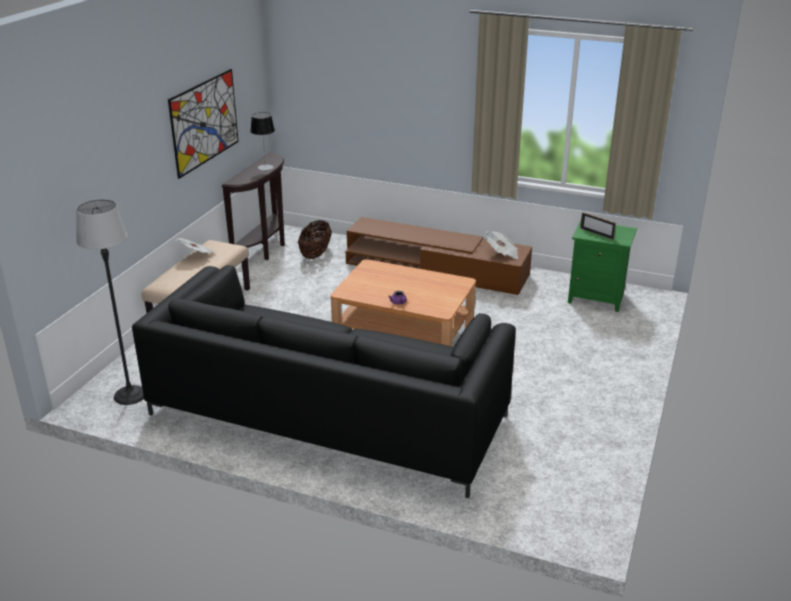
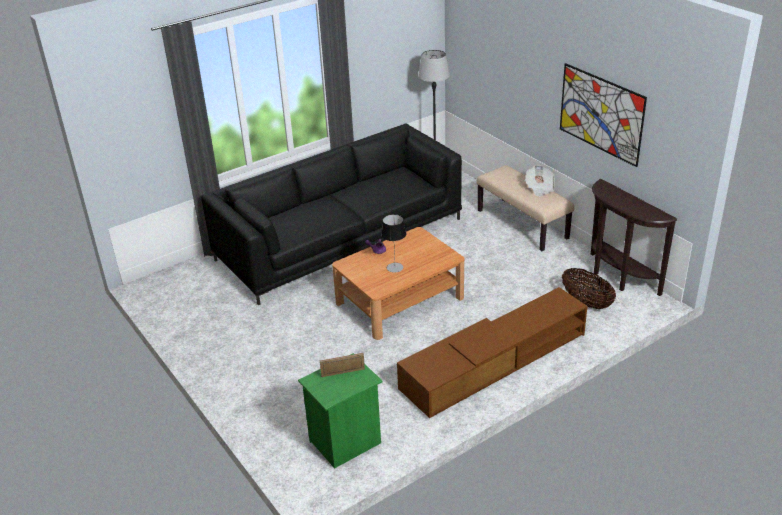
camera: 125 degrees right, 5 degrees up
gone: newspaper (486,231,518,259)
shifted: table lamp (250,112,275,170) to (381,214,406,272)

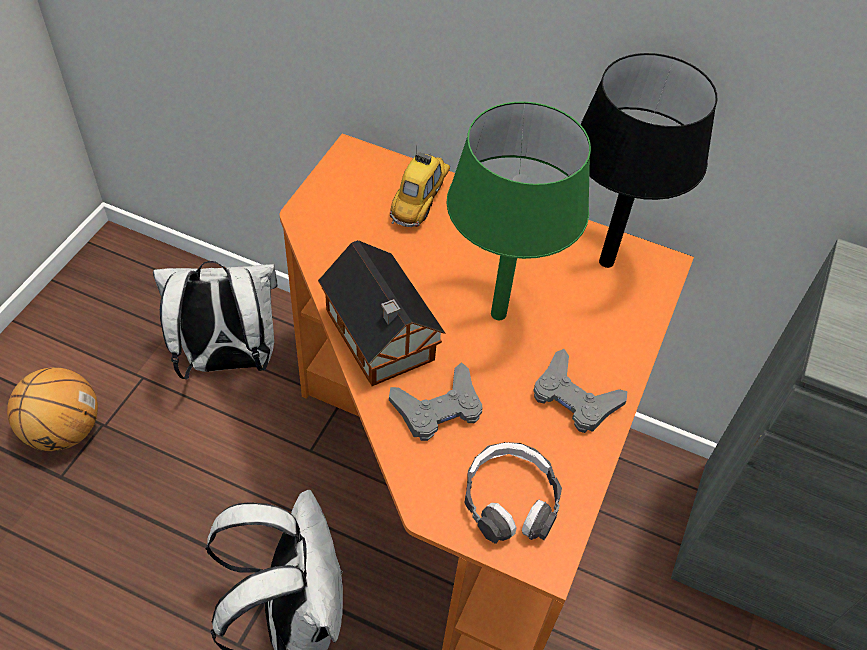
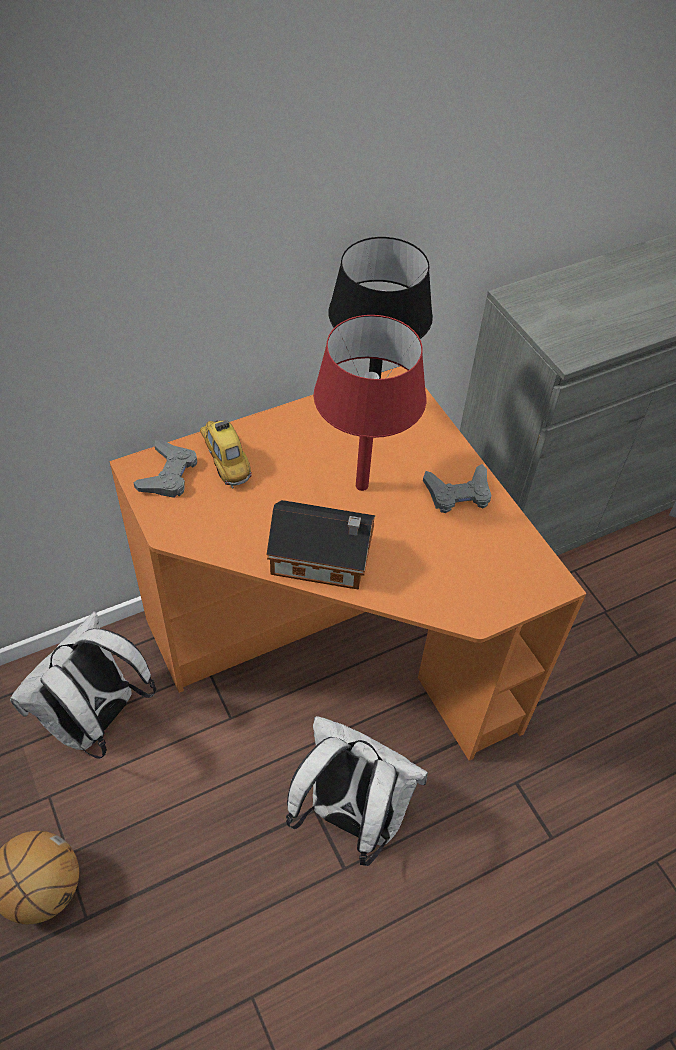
camera: 50 degrees left, 0 degrees up
gone: headphones (464,442,562,544)
shifted: greyish joypad (389,362,482,441) to (134,440,197,498)
repainted: green table lamp (446,102,591,320) to red-coloured table lamp (314,315,426,491)

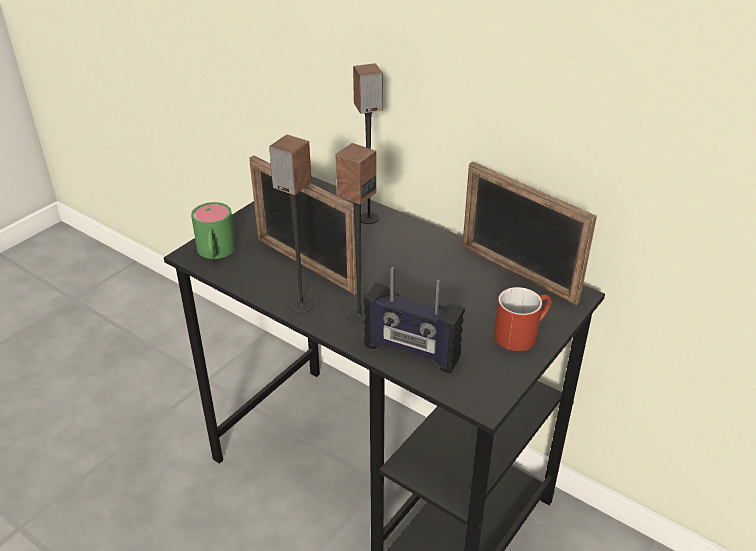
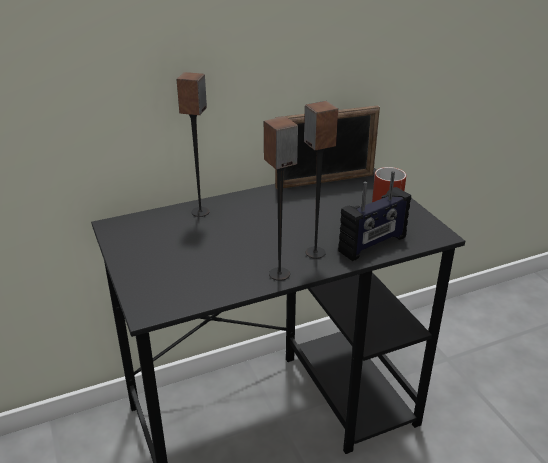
camera: 60 degrees left, 5 degrees down
gone: picture frame (250,156,357,295); green tea mug (191,202,236,259)

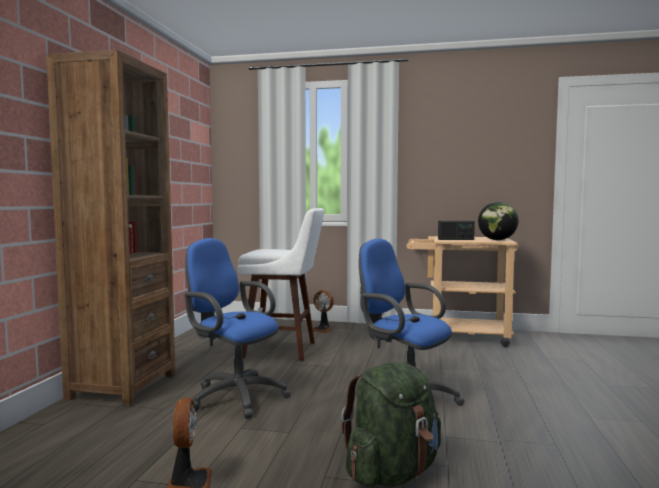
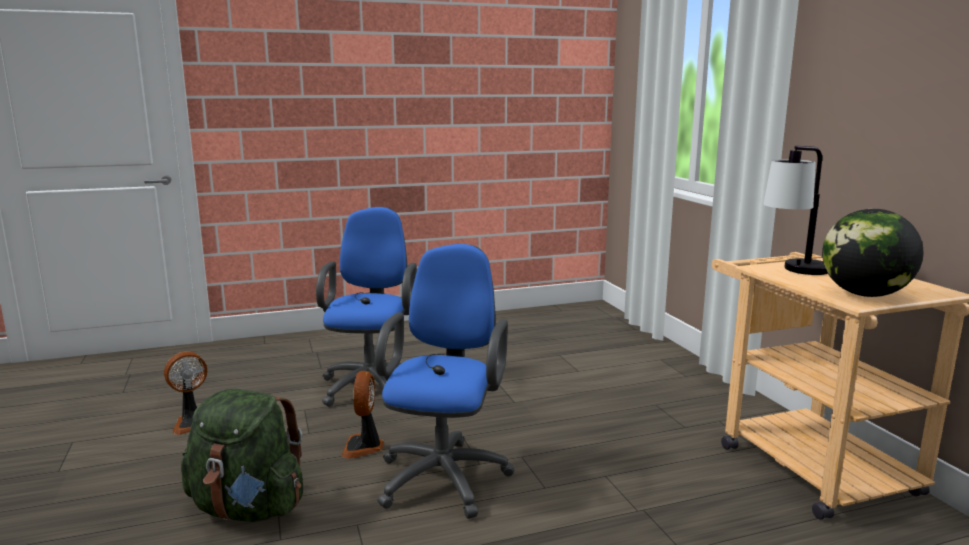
camera: 60 degrees right, 10 degrees up
gone: brown shelving unit (46,50,175,406); white-coloured stool (237,208,324,361)
shifted: electric fan (313,290,334,333) to (341,371,384,459)
swapped: radio receiver (438,221,475,240) to table lamp (763,146,828,275)

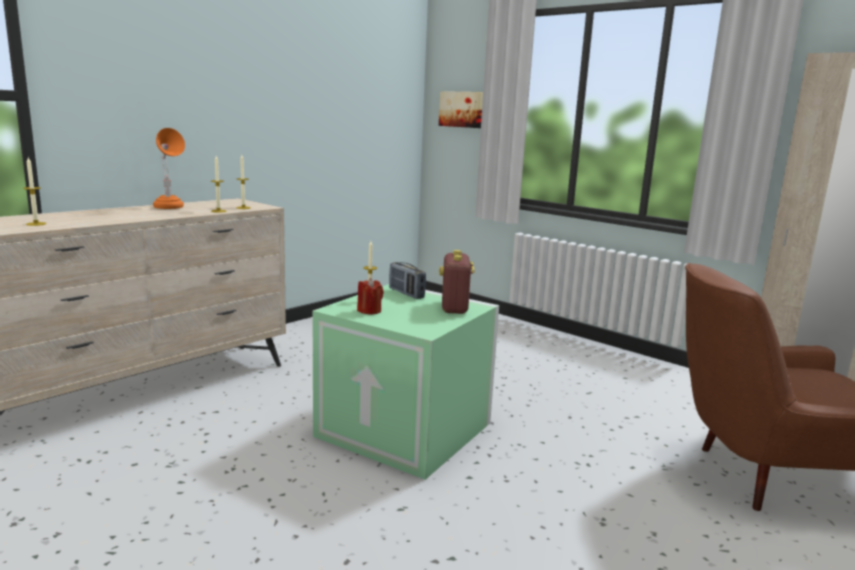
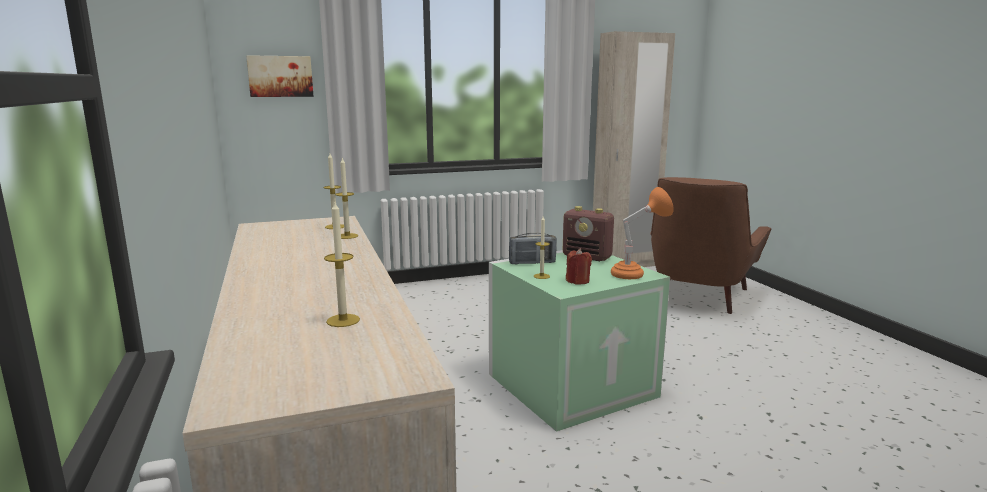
camera: 60 degrees left, 0 degrees up
shifted: orange-coloured table lamp (153,128,185,209) to (611,187,674,279)

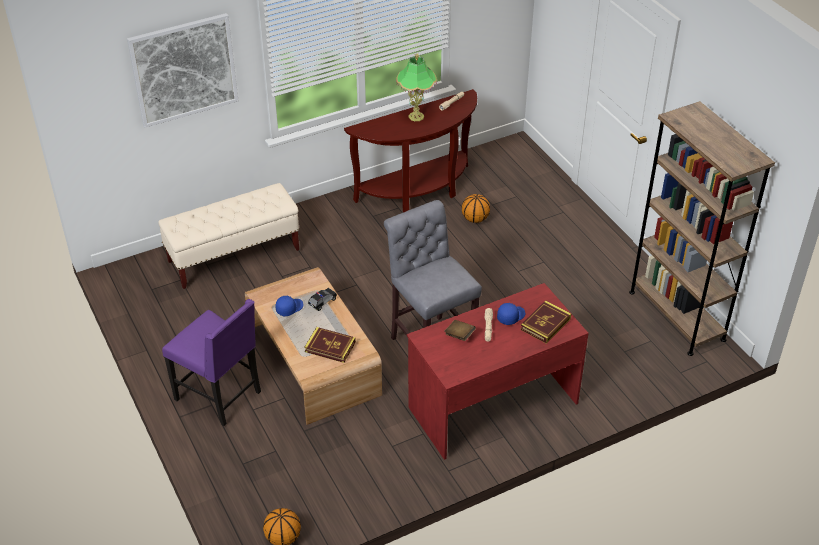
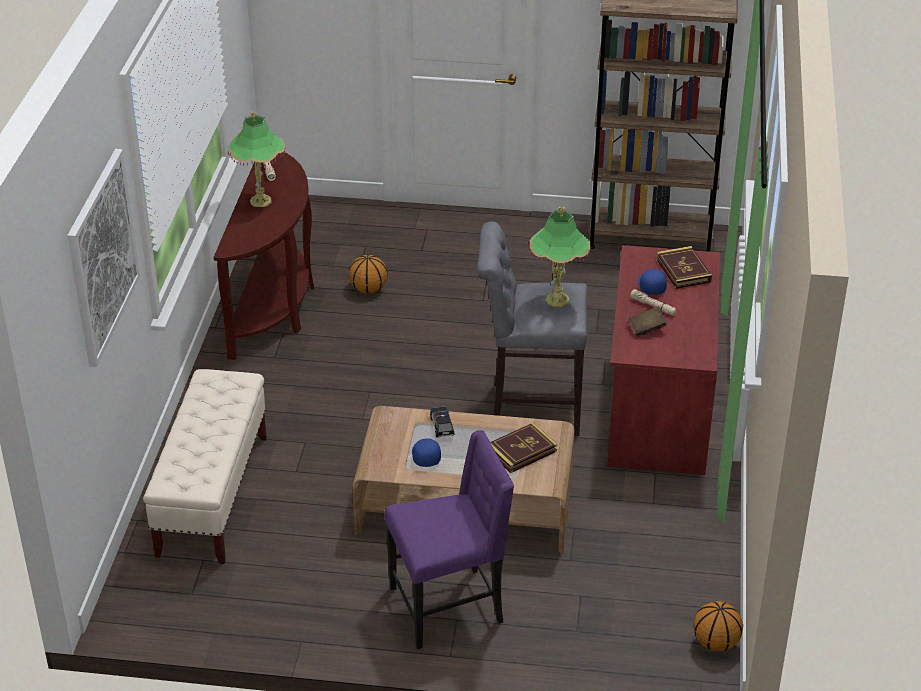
camera: 55 degrees left, 5 degrees down
new: table lamp (529,207,591,307)

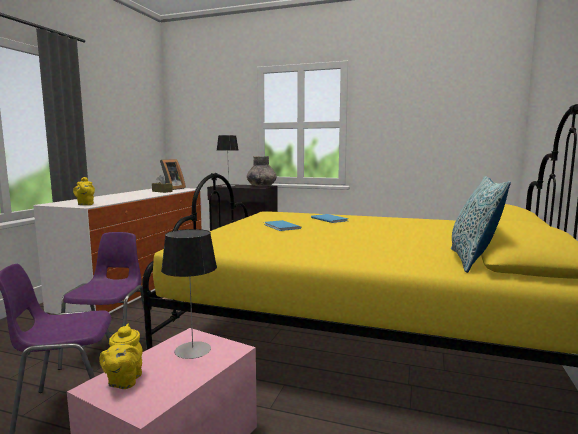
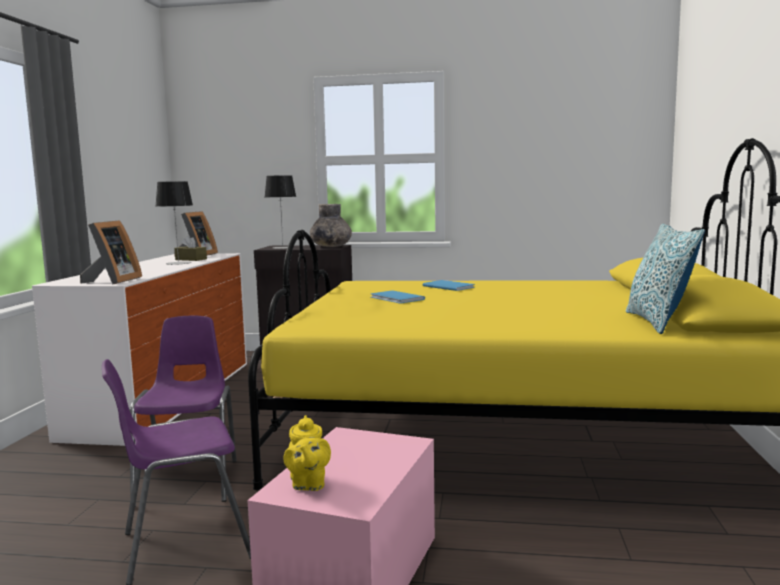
camera: 10 degrees left, 0 degrees up
shifted: table lamp (161,229,217,359) to (156,181,193,265)
swapped: yellow teapot (73,177,95,205) to picture frame (80,220,142,284)

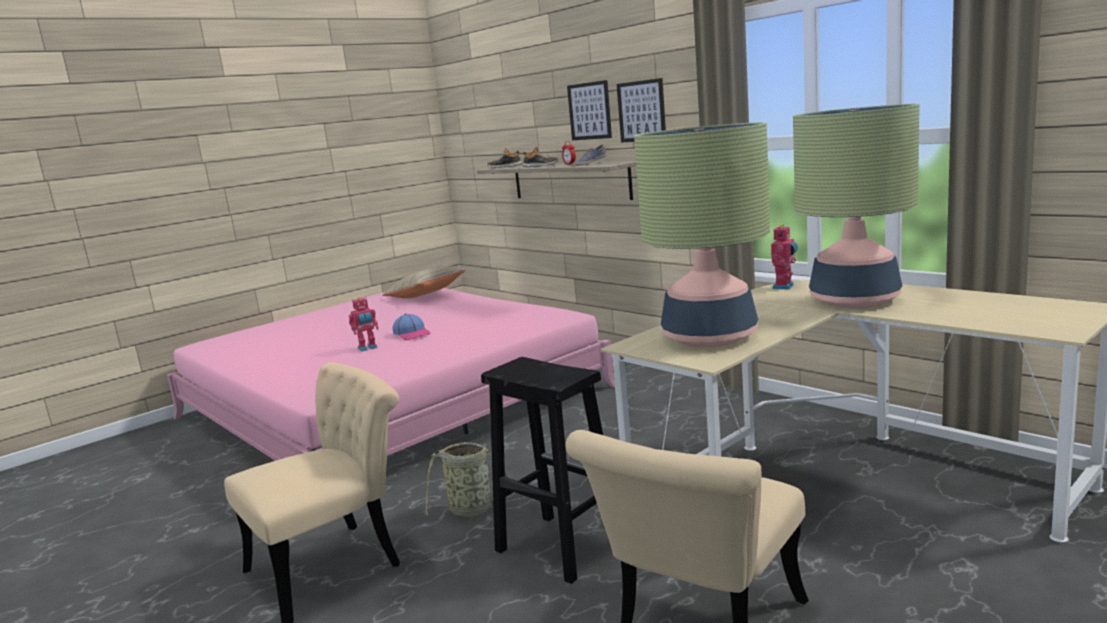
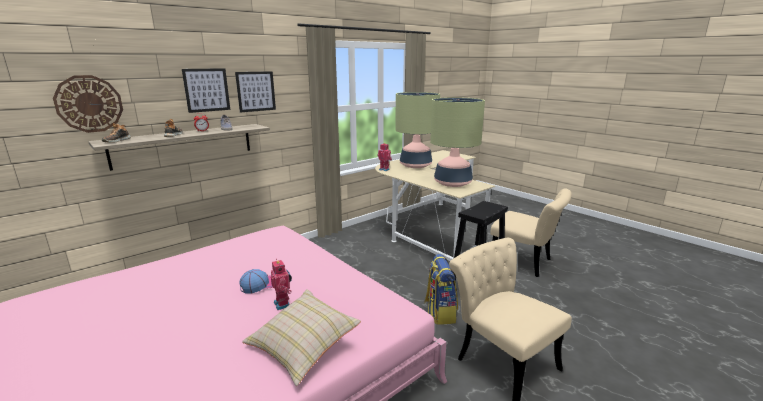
camera: 90 degrees left, 5 degrees up
new: clock on the wall (53,75,123,133)
shifted: beige throw pillow (382,266,466,298) to (242,289,361,386)
swapped: storage basket (425,442,526,517) to rucksack (424,254,458,325)

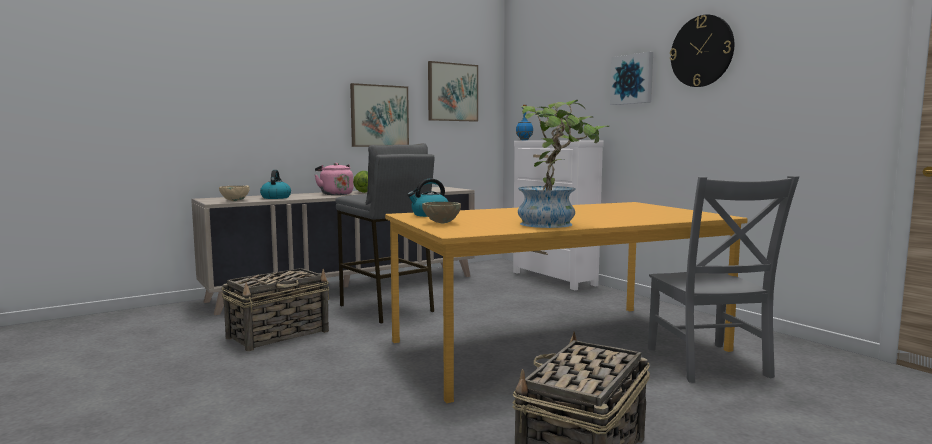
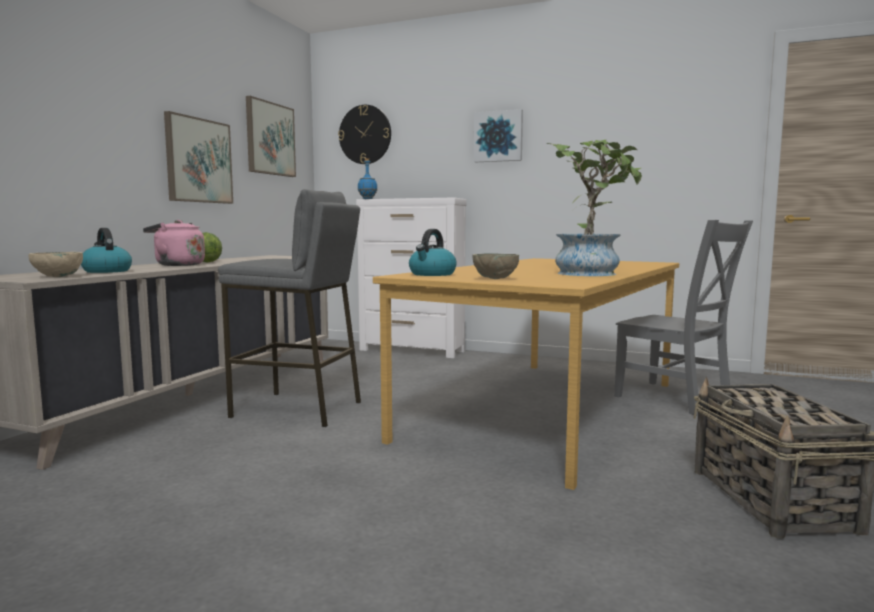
camera: 35 degrees left, 0 degrees up
gone: storage basket (221,268,329,351)
shifted: clock on the wall (670,14,734,87) to (338,105,391,164)

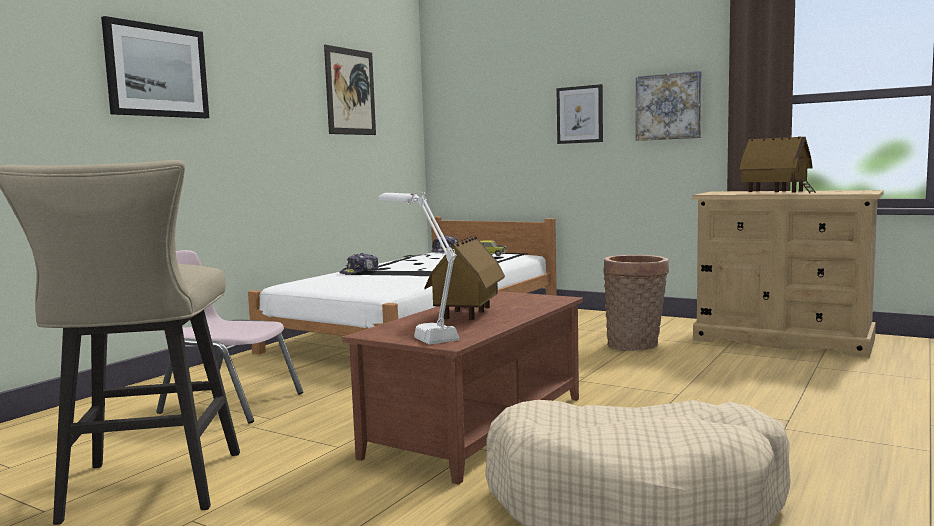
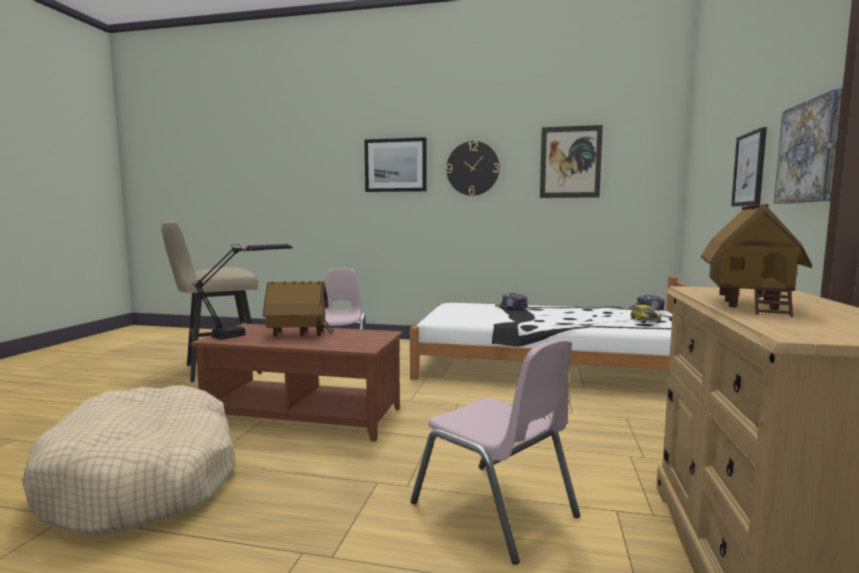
camera: 70 degrees right, 0 degrees up
gone: storage basket (603,255,669,351)
new: clock on the wall (446,141,500,196); pink-coloured chair (410,338,580,565)
repainted: white-coloured table lamp (378,192,460,345) to black table lamp (193,244,293,340)

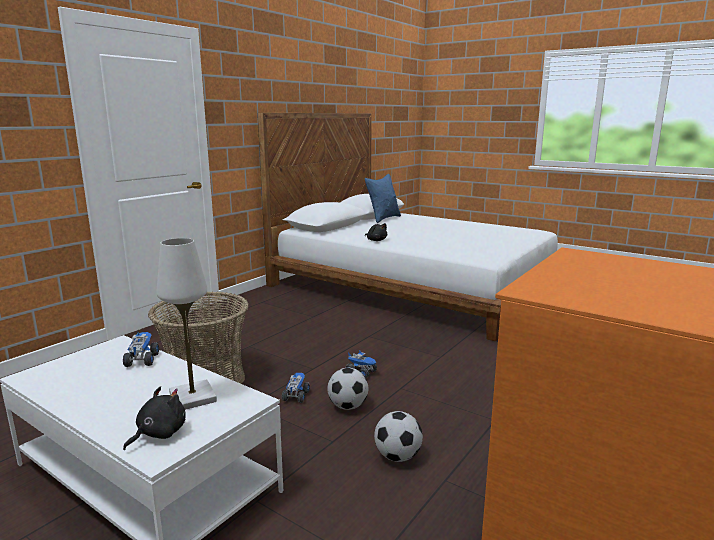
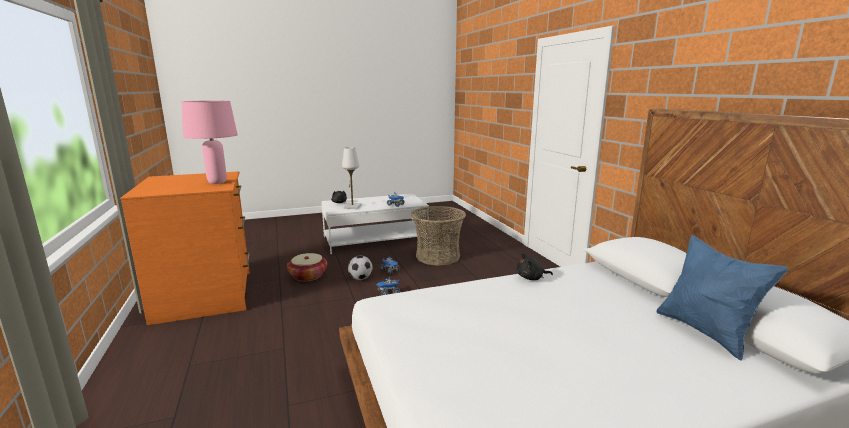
camera: 125 degrees right, 0 degrees up
new: pink-coloured table lamp (181,100,238,184)
swapped: football ball (374,411,423,462) to storage basket (287,253,327,281)

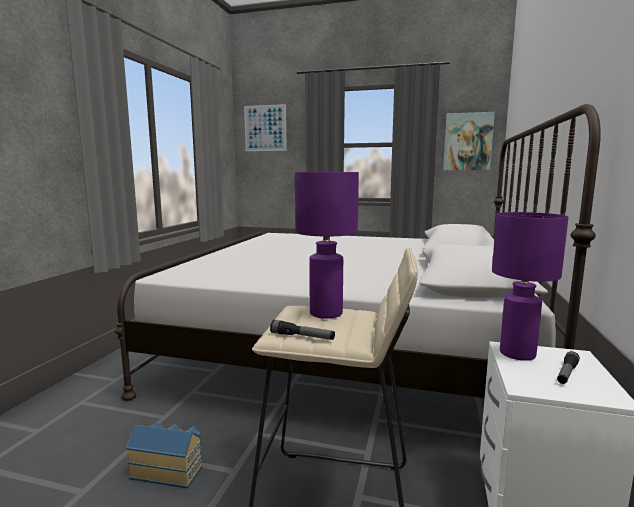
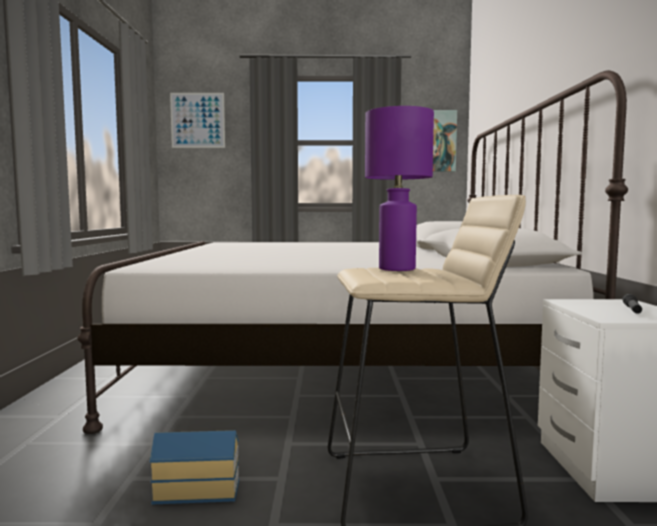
camera: 15 degrees left, 5 degrees down
gone: purple table lamp (492,212,569,361); hand torch (270,320,335,340)

